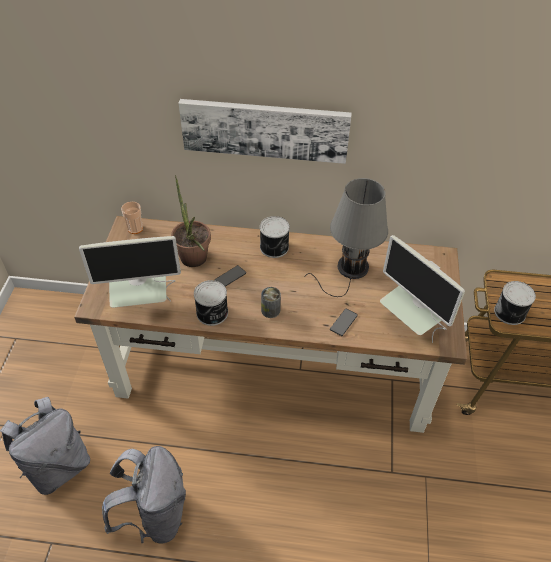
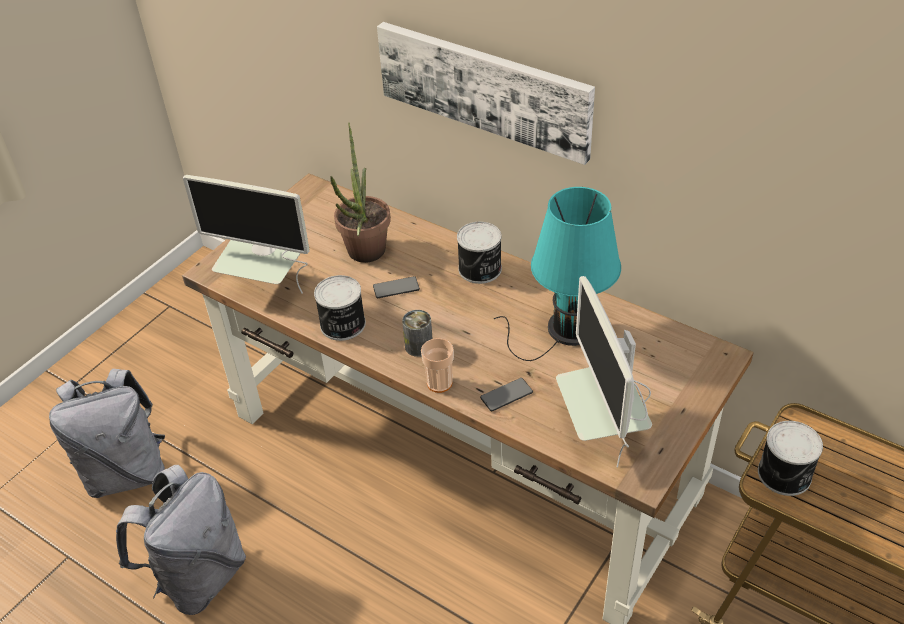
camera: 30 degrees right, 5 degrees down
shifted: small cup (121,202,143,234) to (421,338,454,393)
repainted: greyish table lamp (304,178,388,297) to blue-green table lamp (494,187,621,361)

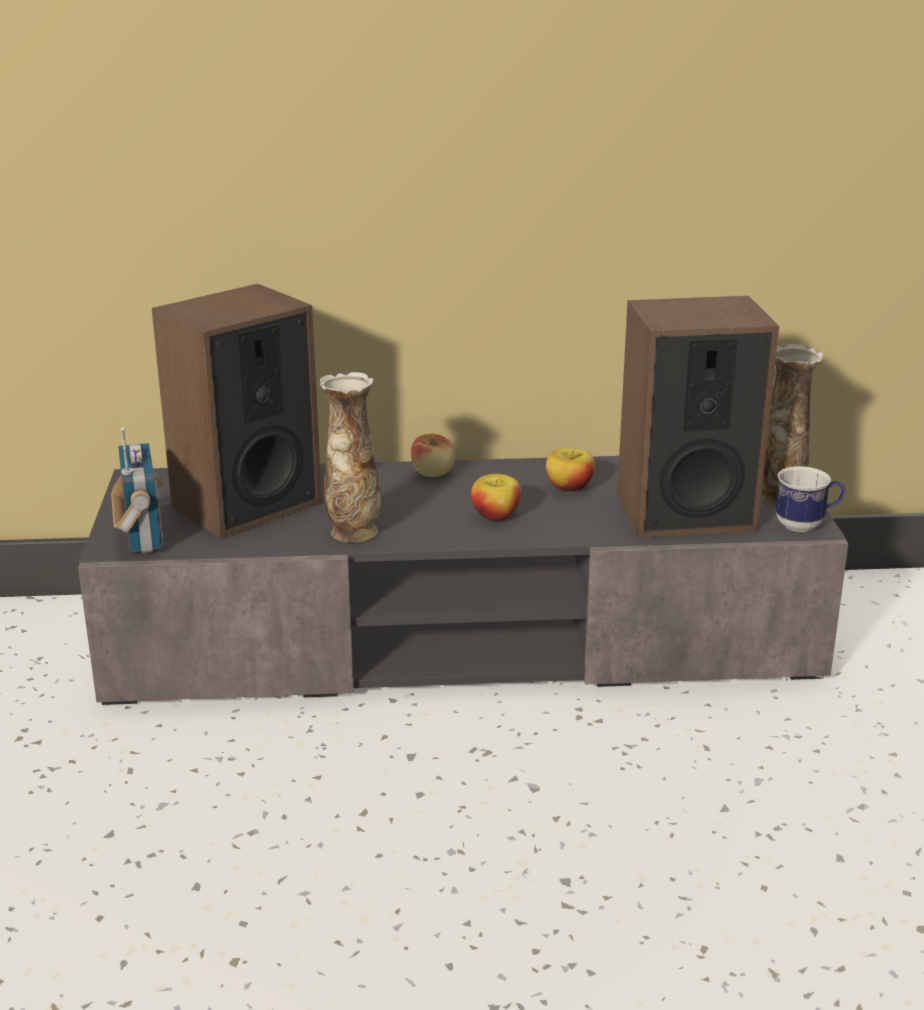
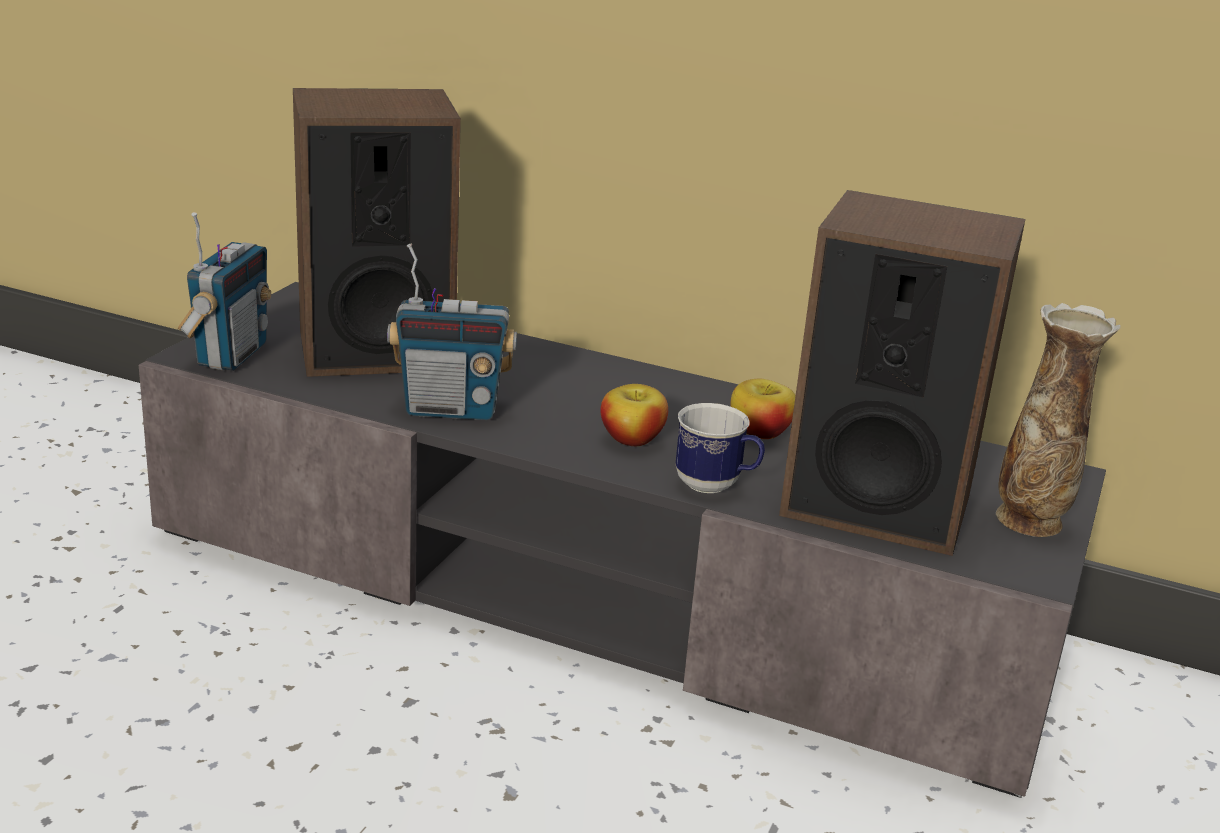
camera: 25 degrees right, 0 degrees up
gone: whole apple (411,434,455,477)
shifted: tea mug (775,466,845,532) to (675,403,765,493)
swapped: decorative vase (320,372,381,542) to radio receiver (387,243,517,420)

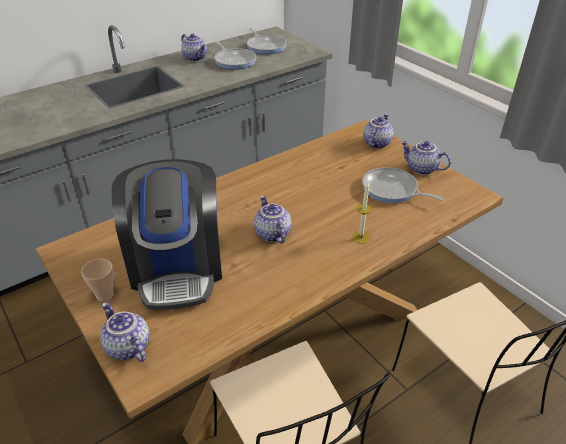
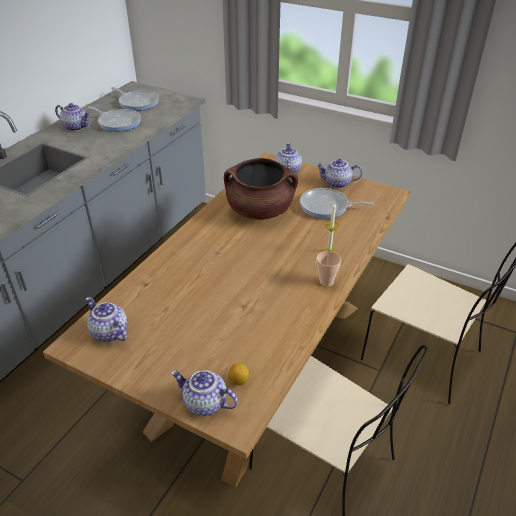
camera: 25 degrees left, 0 degrees up
gone: coffee maker (112,159,222,310)
new: brown cooking pot (224,158,298,220); lemon (228,363,249,386)
shifted: teapot (254,195,291,244) to (86,297,127,342); small cup (81,259,114,302) to (317,251,341,287)

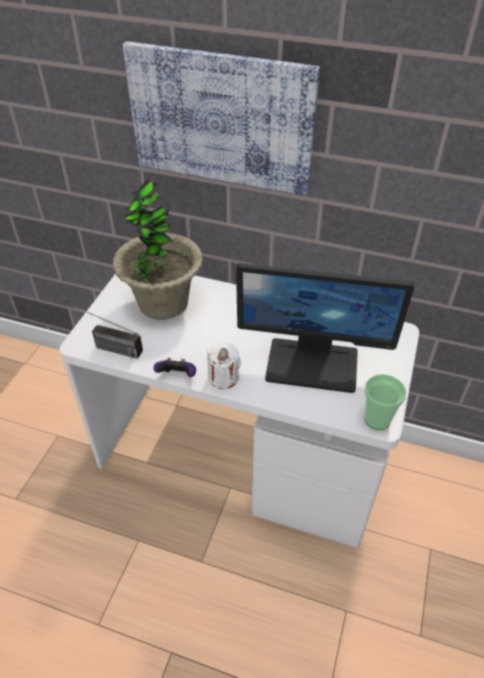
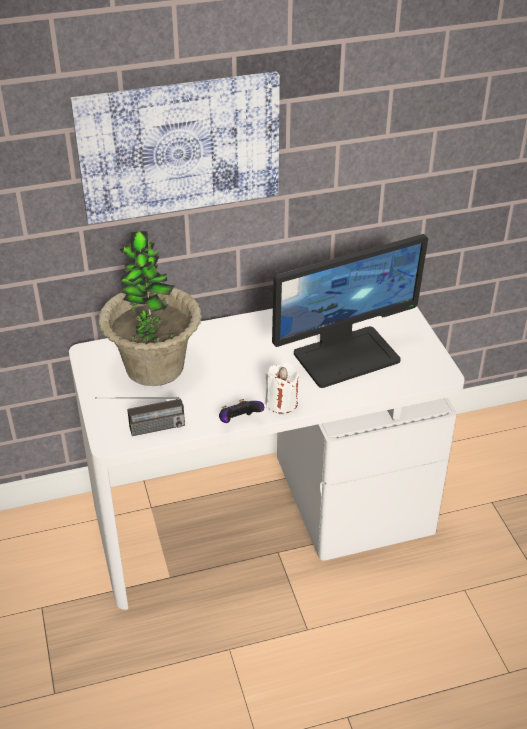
camera: 35 degrees left, 5 degrees down
gone: small cup (364,374,406,430)

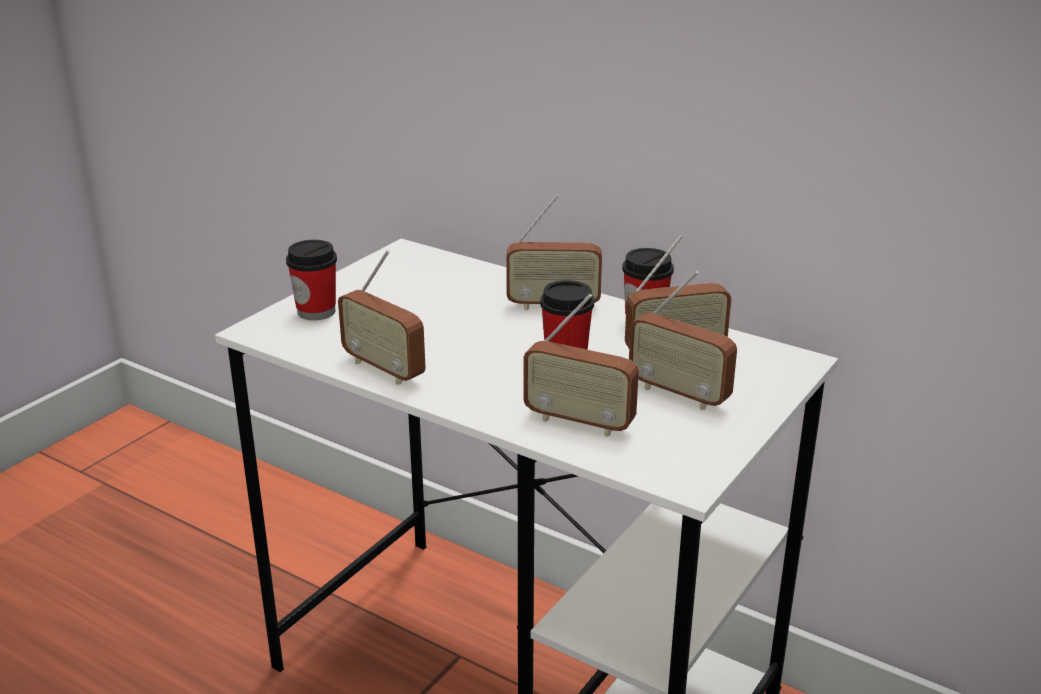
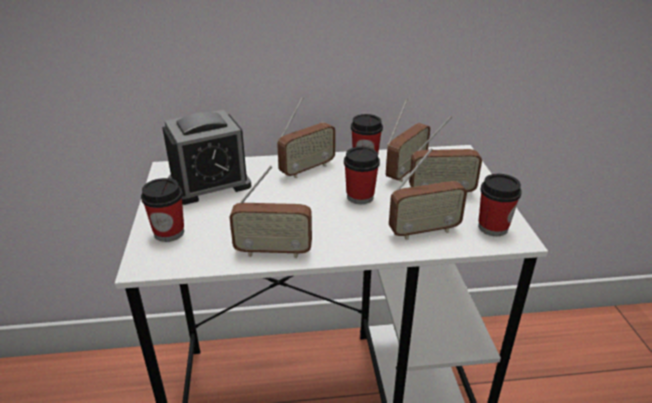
camera: 40 degrees left, 5 degrees up
new: alarm clock (162,110,251,205); small cup (478,174,522,236)

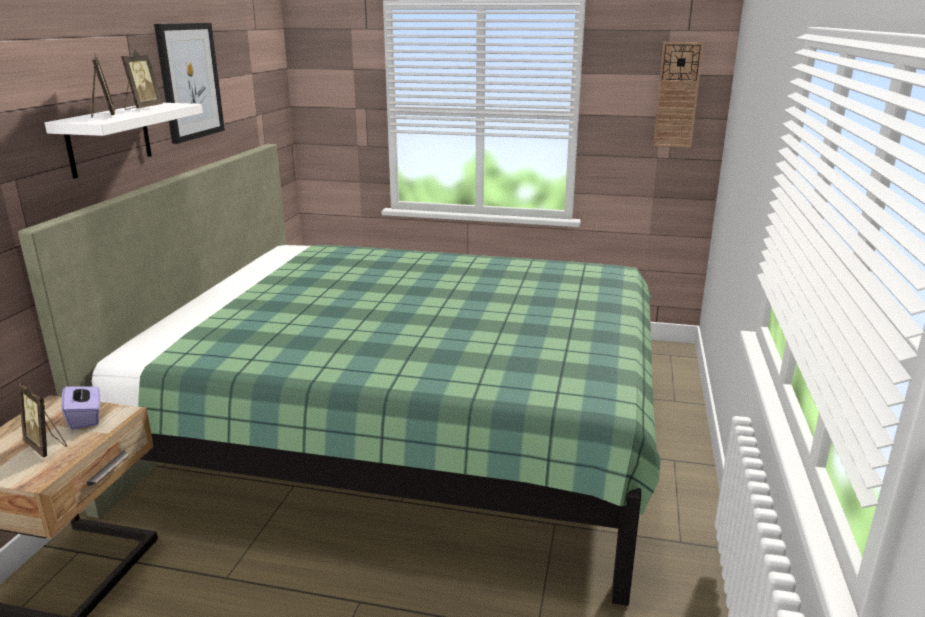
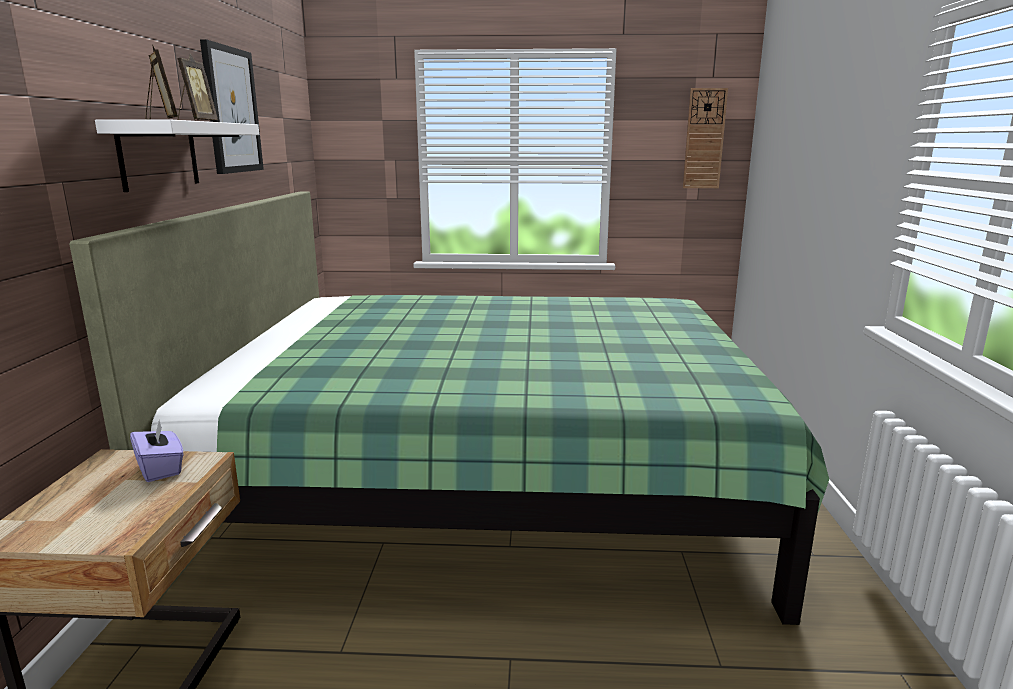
camera: 10 degrees left, 5 degrees down
gone: picture frame (19,383,67,458)

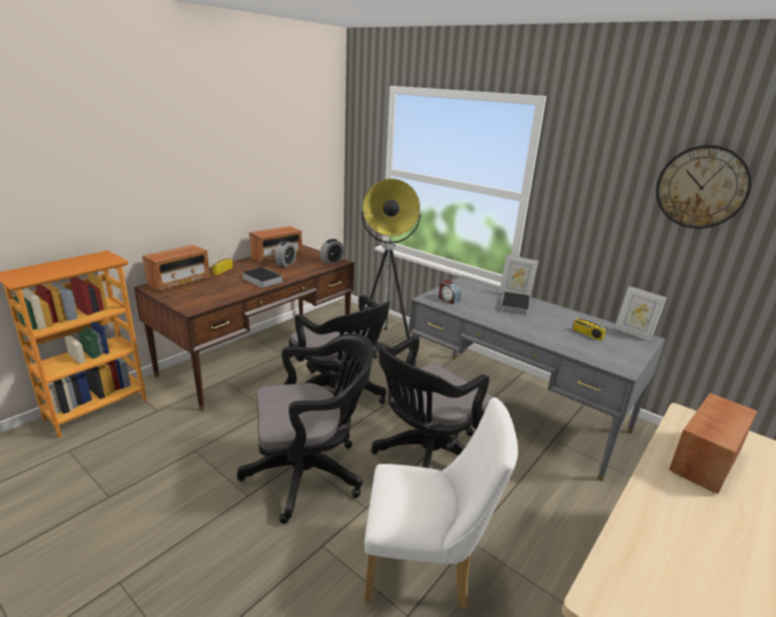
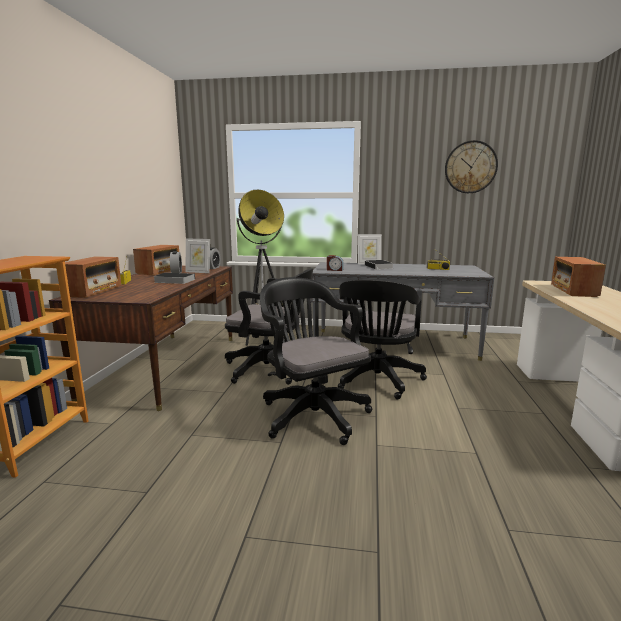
camera: 30 degrees left, 10 degrees down
gone: white-coloured chair (364,397,518,609)
shifted: picture frame (615,286,667,341) to (185,238,210,273)
rotated: black desk chair (237,333,374,524) = (260,277,372,445) 75 degrees counterclockwise

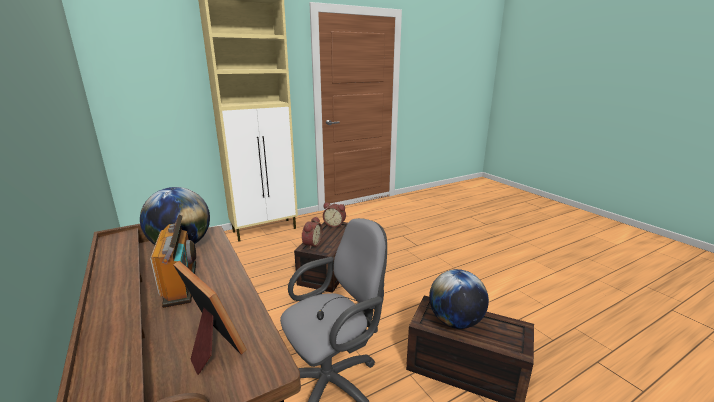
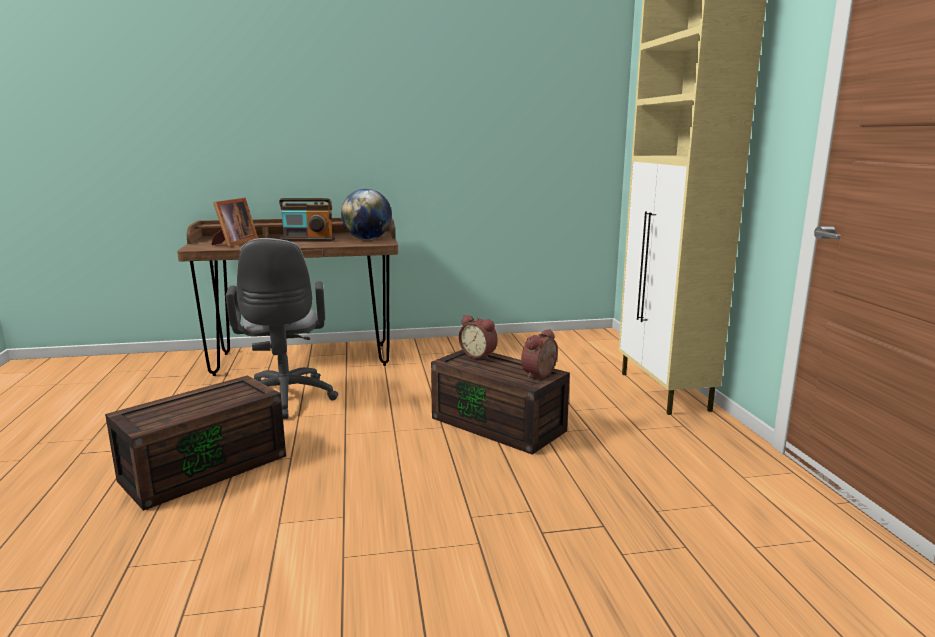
camera: 110 degrees right, 5 degrees down
gone: world globe (429,269,489,329)
rotated: picture frame (173,261,247,375) = (211,198,258,247) 45 degrees counterclockwise

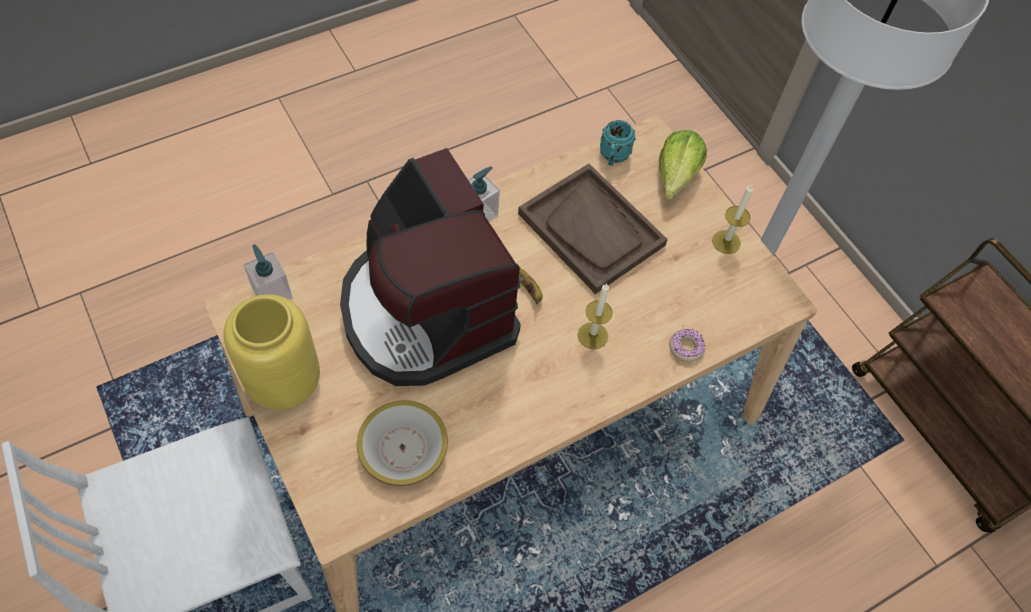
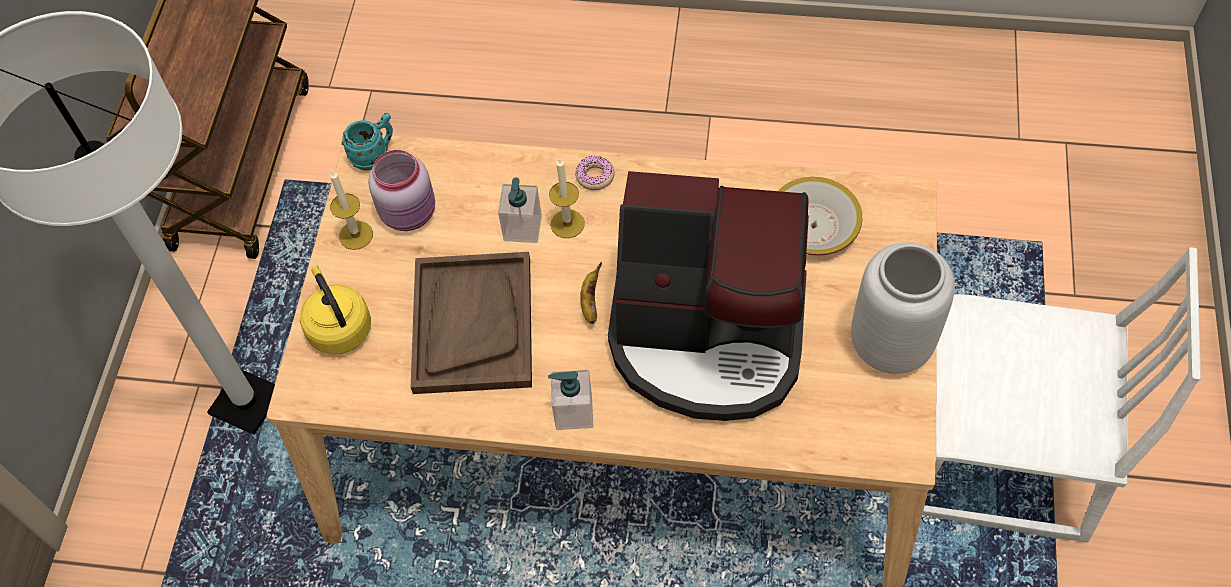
camera: 135 degrees left, 0 degrees up
new: pink-coloured preserve jar (368,150,435,231)
shifted: blue-green tea mug (600,120,636,166) to (342,113,393,171); soap bottle (244,244,293,300) to (498,177,542,243); donut (669,329,705,362) to (575,155,615,190)
swapped: lettuce (659,130,707,199) to yellow water kettle (300,265,371,354)
repainted: yellow decorative vase (224,294,320,410) to greyish decorative vase (851,242,955,374)
rotated: coffee maker (340,148,521,386) = (608,171,809,421) 90 degrees clockwise

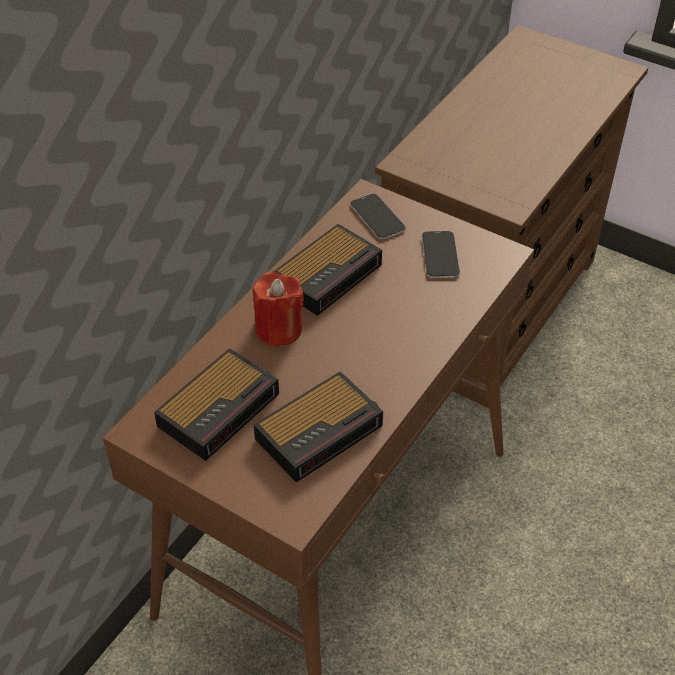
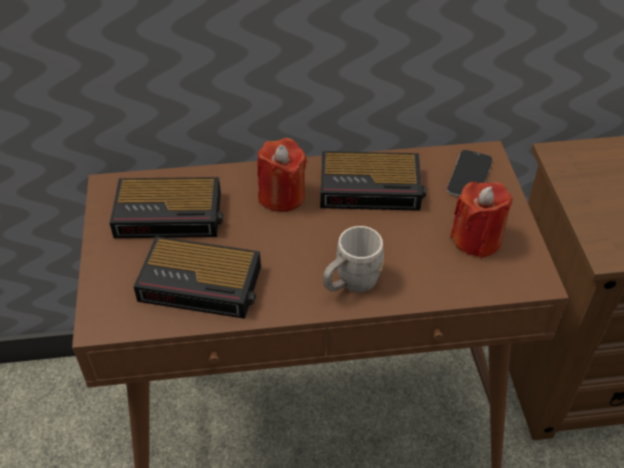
camera: 50 degrees right, 0 degrees up
new: greyish tea mug (323,226,384,292)
swapped: telephone (422,231,460,278) to red-coloured candle (450,181,513,258)

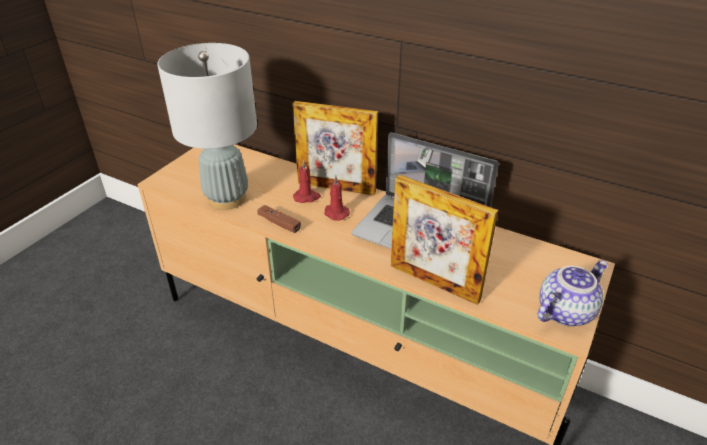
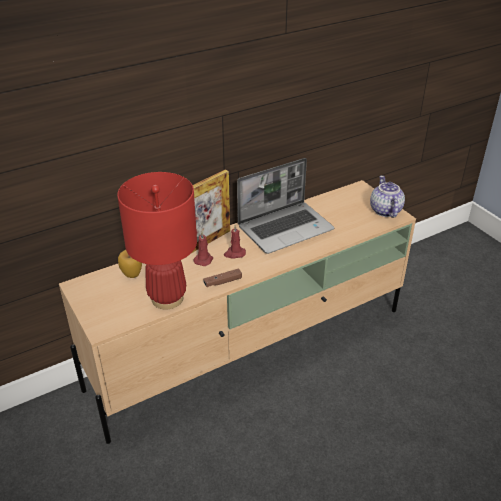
camera: 60 degrees left, 0 degrees up
gone: picture frame (391,175,498,305)
new: whole apple (118,250,142,278)
repainted: greyish table lamp (157,43,257,210) to red-coloured table lamp (117,172,197,310)

